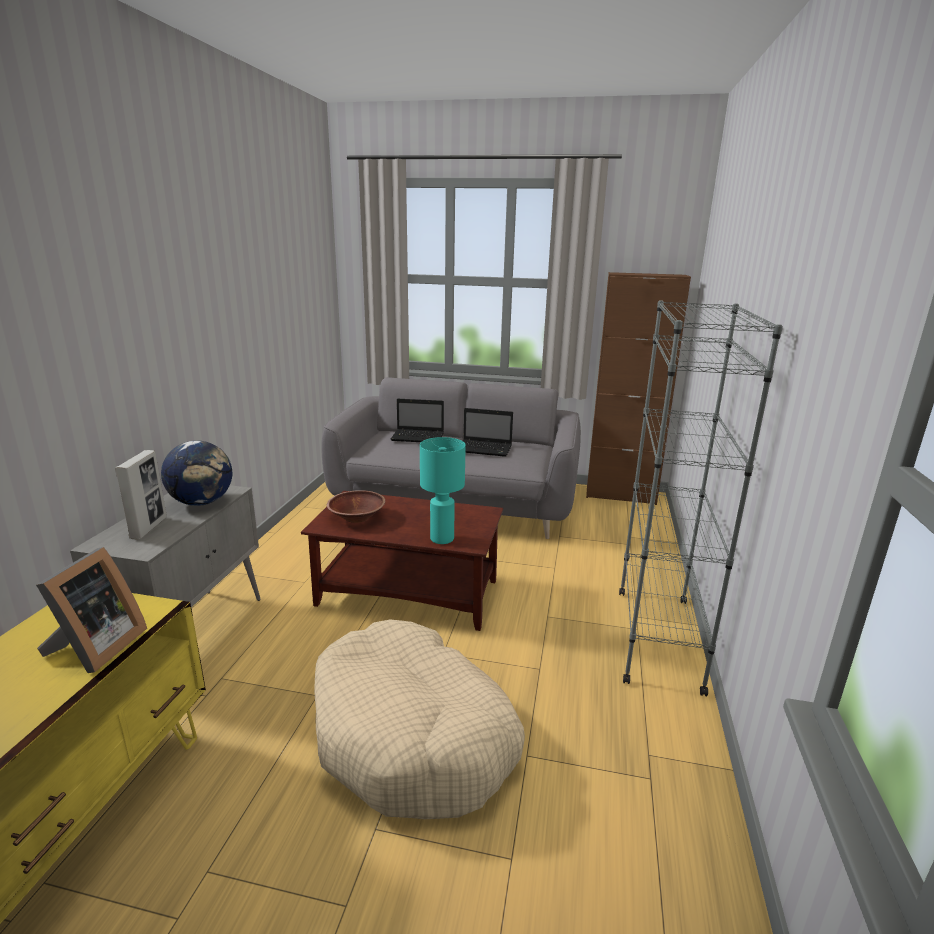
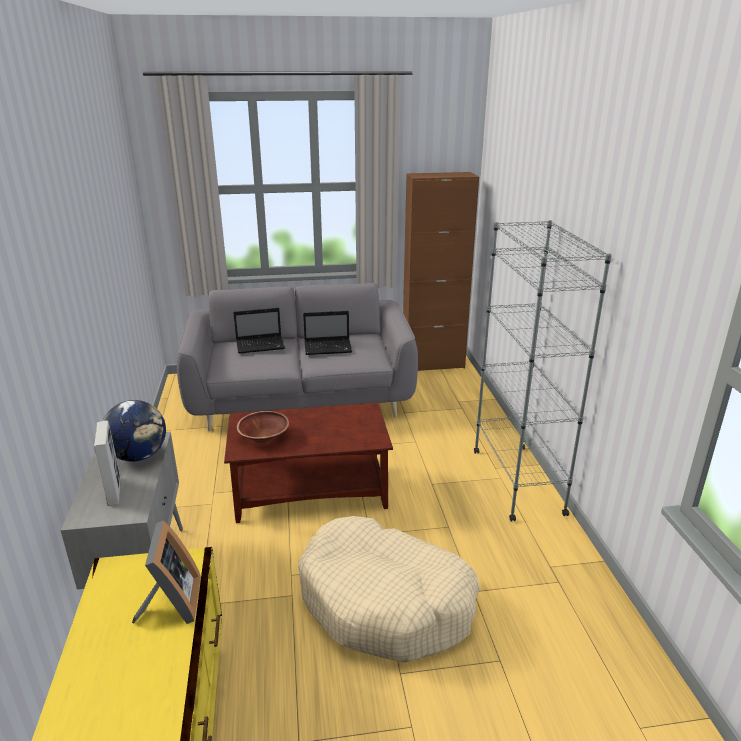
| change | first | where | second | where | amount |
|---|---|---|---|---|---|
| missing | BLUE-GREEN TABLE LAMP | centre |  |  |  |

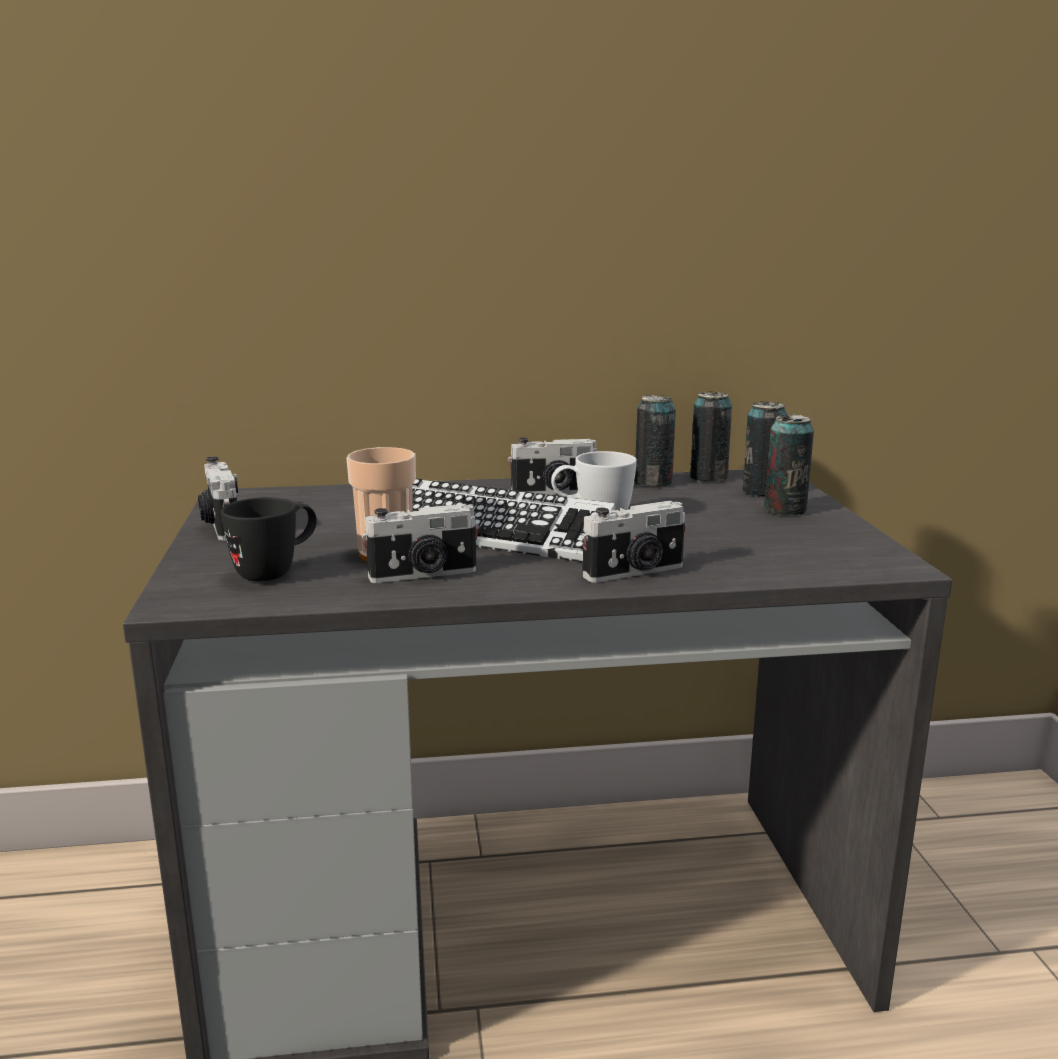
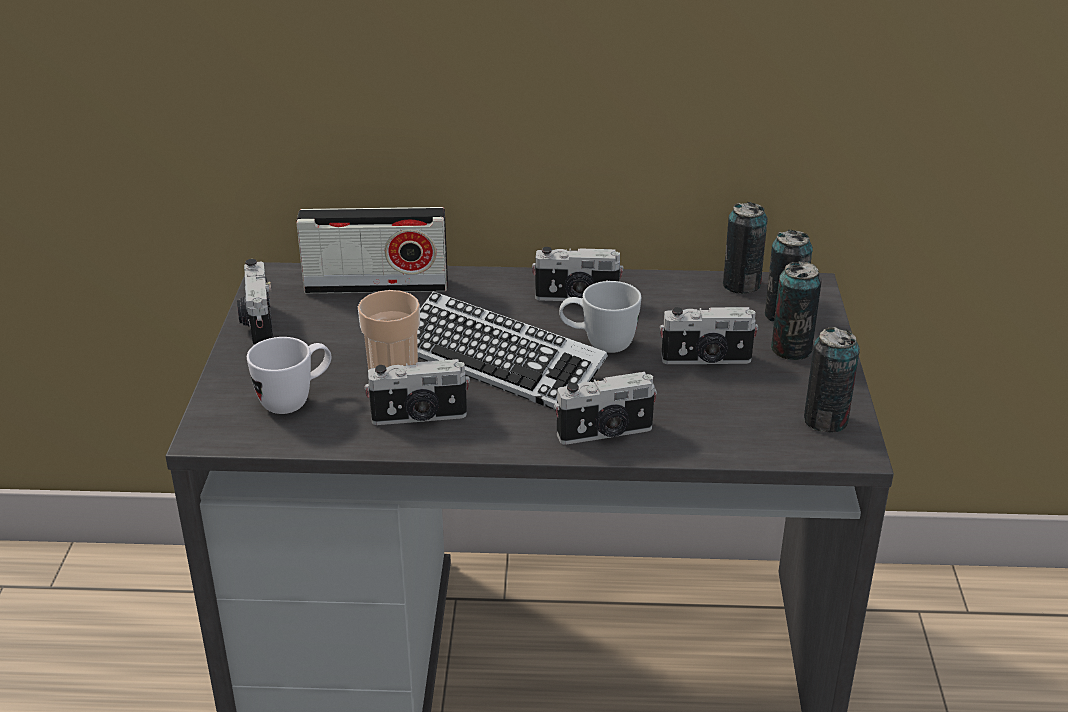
| change | first | where | second | where | amount |
|---|---|---|---|---|---|
| relocated | SEALED CAN (no. 1 from left in the first image) | centre | SEALED CAN (no. 4 from left) | middle right |  |
| colour | BLACK-COLOURED MUG | middle left | WHITE-COLOURED MUG (no. 1 from left) | middle left |  |
| appeared |  |  | RADIO RECEIVER | centre |  |
| appeared |  |  | PHOTO CAMERA (no. 5 from left) | centre |  |

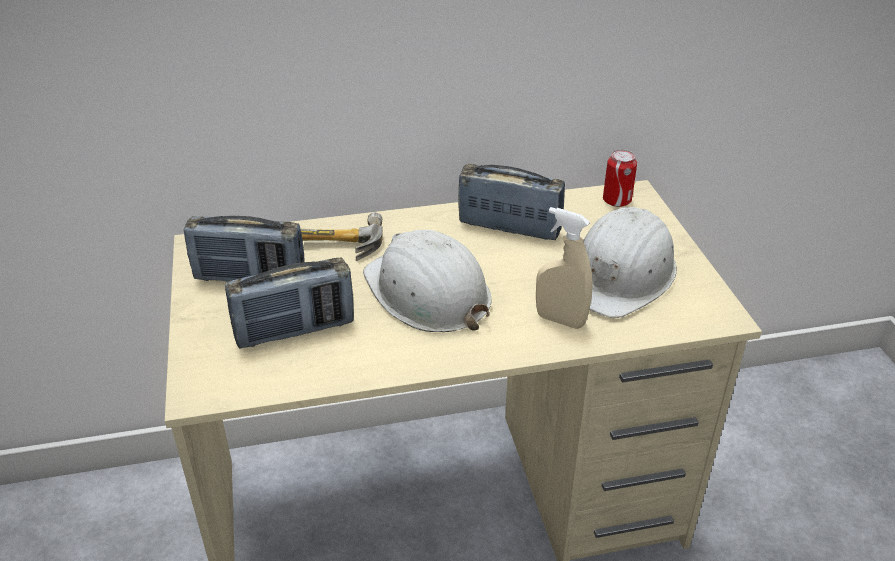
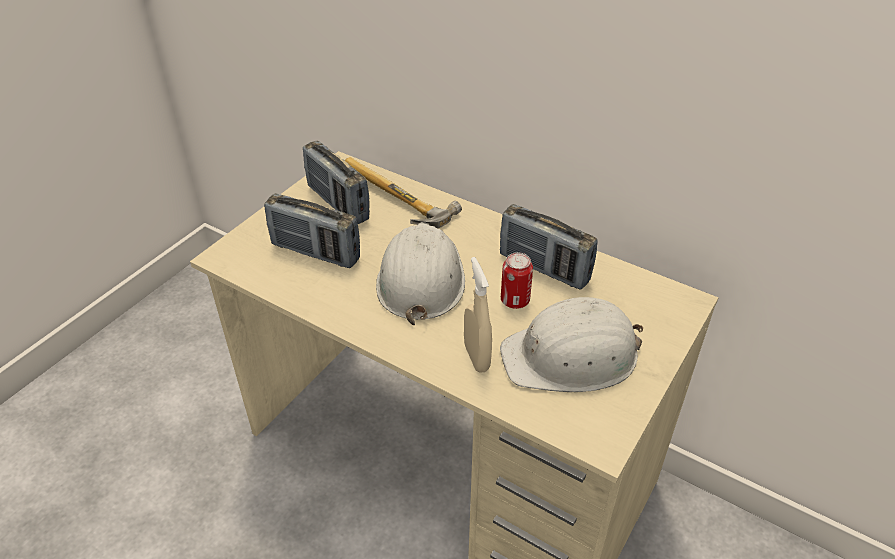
| change | first | where | second | where | amount |
|---|---|---|---|---|---|
| relocated | SEALED CAN | top right |  | centre |  |
| spun | RADIO RECEIVER (no. 3 from left) | centre |  | centre | 150 degrees clockwise |

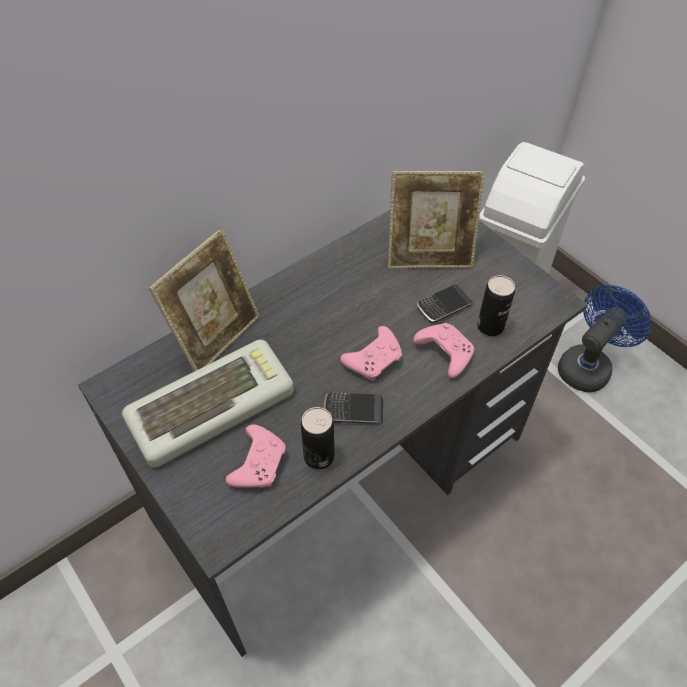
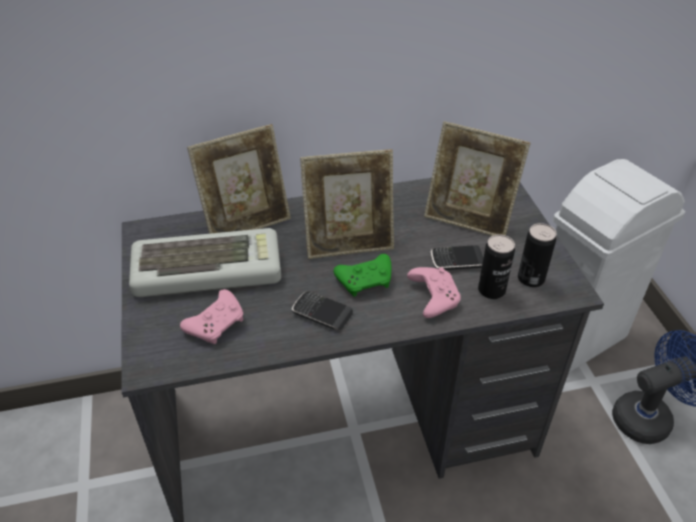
| change | first | where | second | where | amount |
|---|---|---|---|---|---|
| colour | PINK GAMEPAD (no. 2 from left) | centre | GREEN-COLOURED GAMEPAD | centre |  |
| relocated | SEALED CAN (no. 1 from left in the first image) | centre | SEALED CAN (no. 2 from left) | middle right |  |
| appeared |  |  | PHOTO FRAME (no. 2 from left) | centre |  |

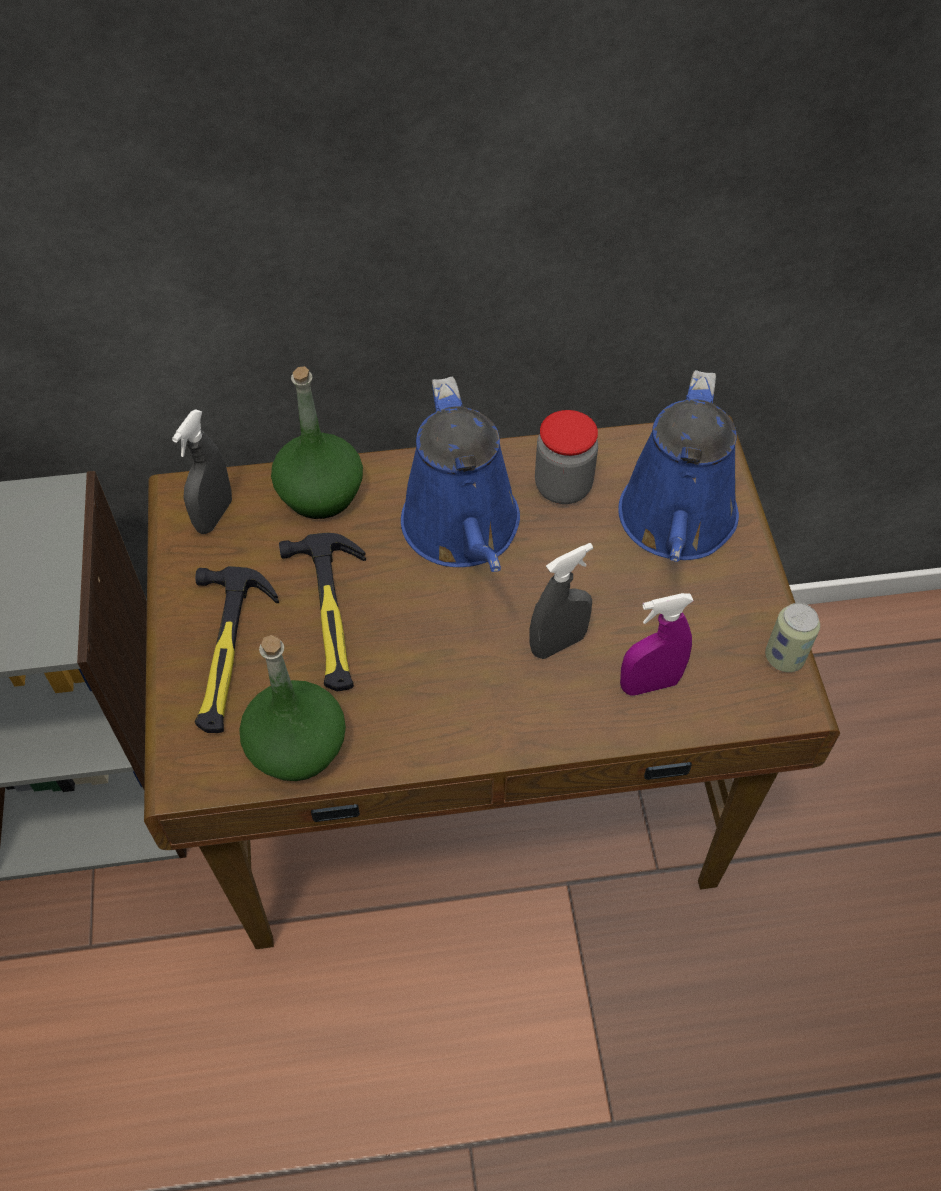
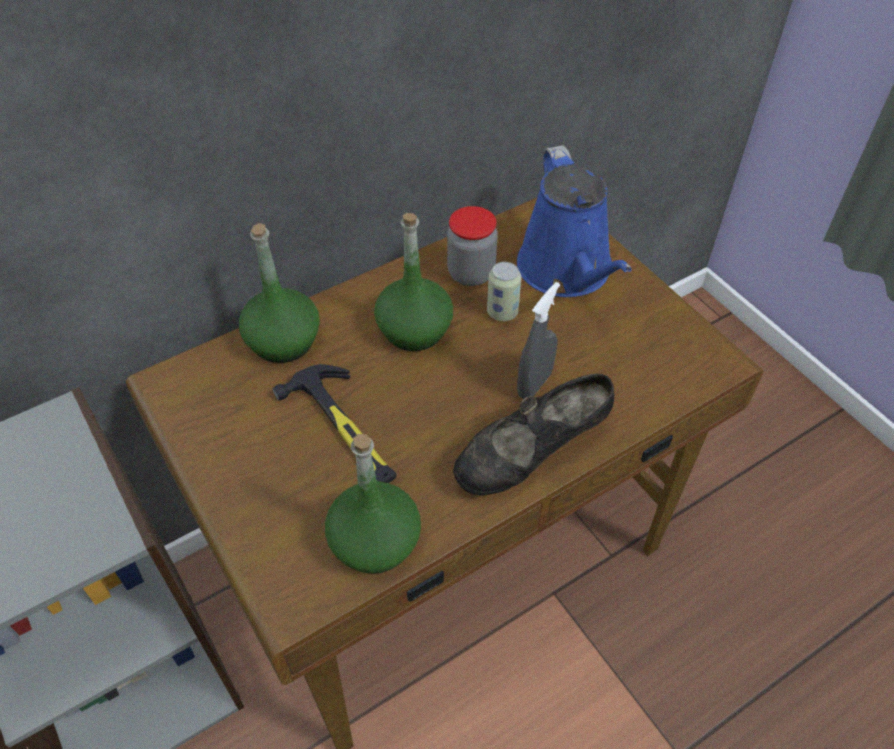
| change | first | where | second | where | amount |
|---|---|---|---|---|---|
| exchanged | BLUISH WATERING CAN (no. 1 from left) | centre | GREEN-COLOURED DRINK BOTTLE (no. 3 from left) | centre |  |
| missing | GRAY HAND SPRAYER (no. 1 from left) | middle left |  |  |  |
| missing | HAMMER (no. 1 from left) | middle left |  |  |  |
| missing | PURPLISH HAND SPRAYER | middle right |  |  |  |
| relocated | SEALED CAN | middle right |  | centre |  |
| appeared |  |  | BLACK-COLOURED LOW SHOE | centre |  |

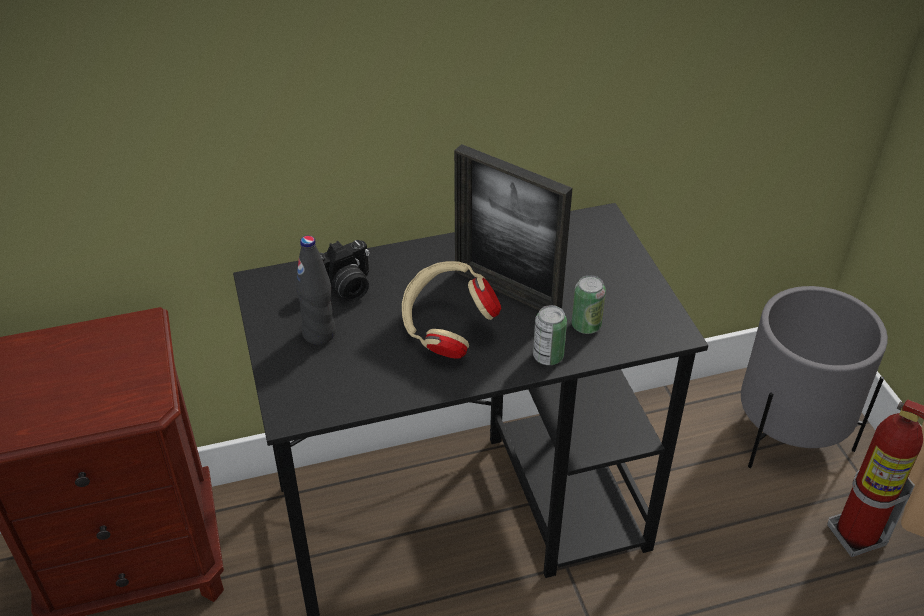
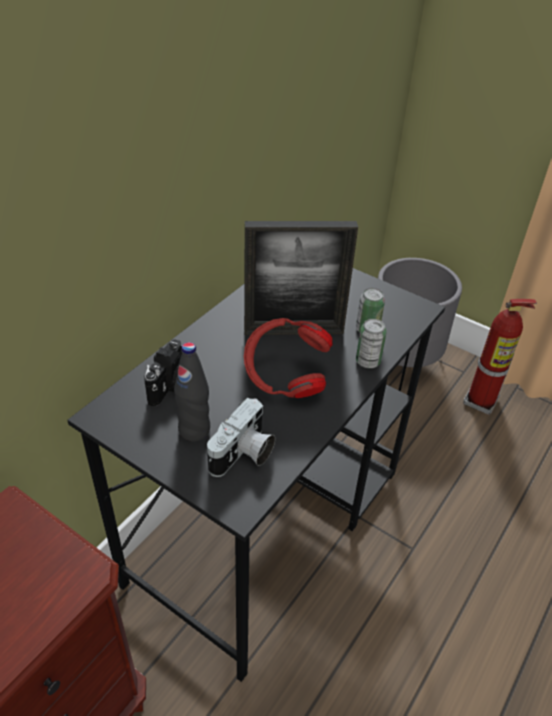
| change | first | where | second | where | amount |
|---|---|---|---|---|---|
| colour | BEIGE PAIR OF HEADPHONES | centre | RED-COLOURED PAIR OF HEADPHONES | centre |  |
| appeared |  |  | PHOTO CAMERA (no. 2 from left) | centre |  |

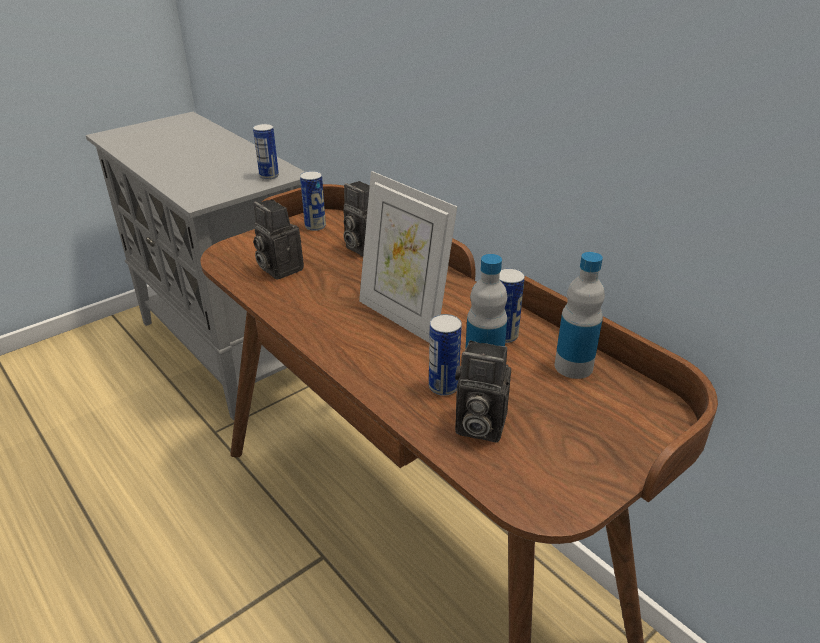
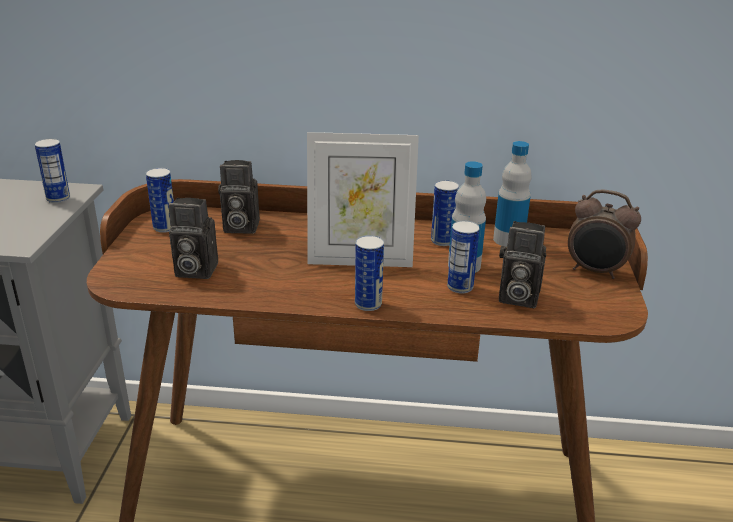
| change | first | where | second | where | amount |
|---|---|---|---|---|---|
| spun | PHOTO CAMERA (no. 3 from left) | centre |  | middle right | 45 degrees clockwise |
| appeared |  |  | BEDSIDE CLOCK | middle right |  |
| appeared |  |  | SEALED CAN (no. 3 from left) | centre |  |

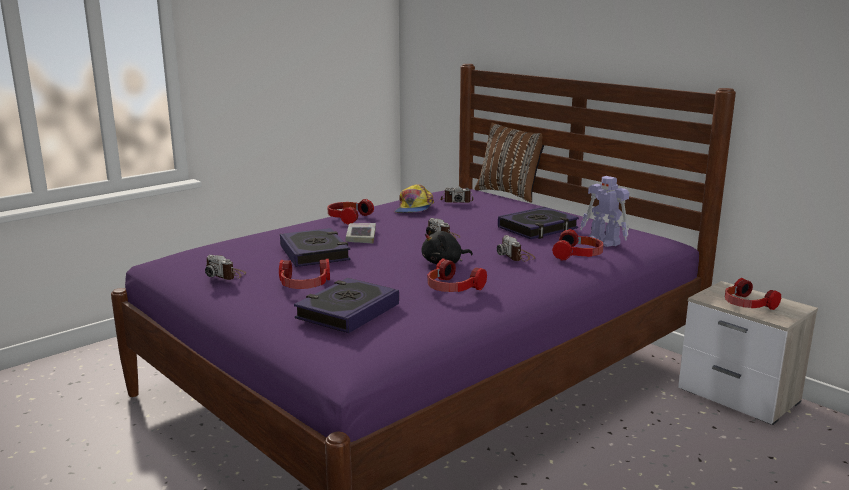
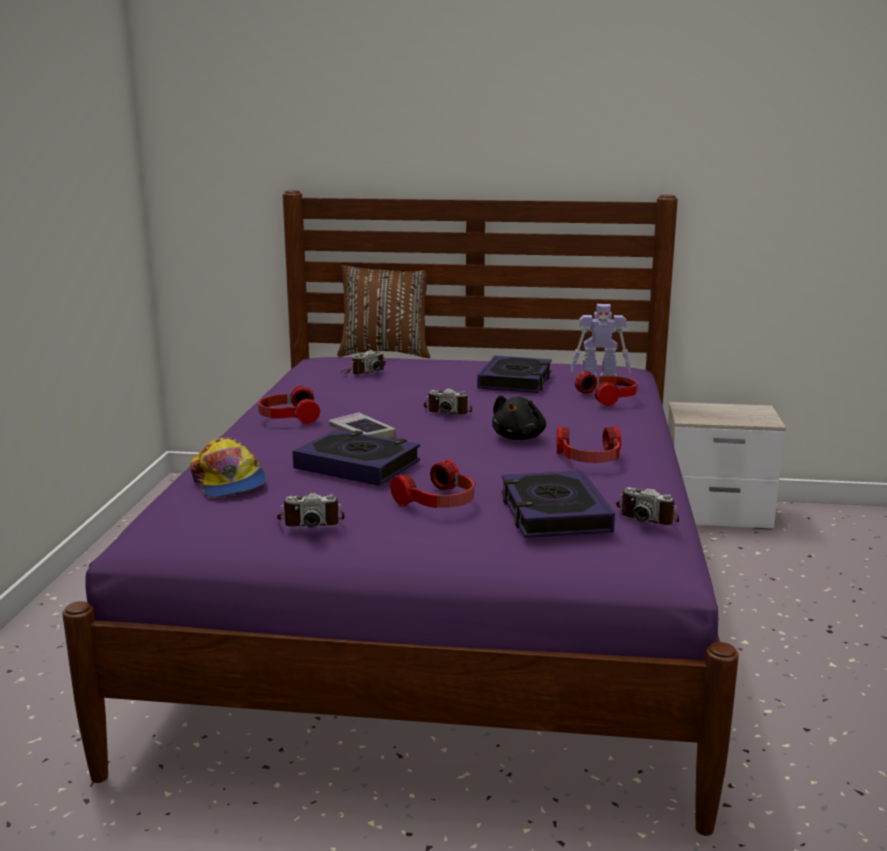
| change | first | where | second | where | amount |
|---|---|---|---|---|---|
| relocated | PEAKED CAP | centre |  | middle left |  |
| relocated | PHOTO CAMERA (no. 4 from left) | centre |  | middle right |  |
| missing | PAIR OF HEADPHONES (no. 5 from left) | middle right |  |  |  |

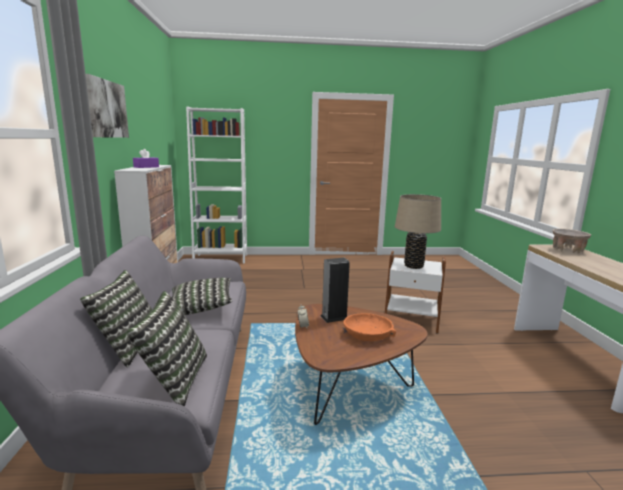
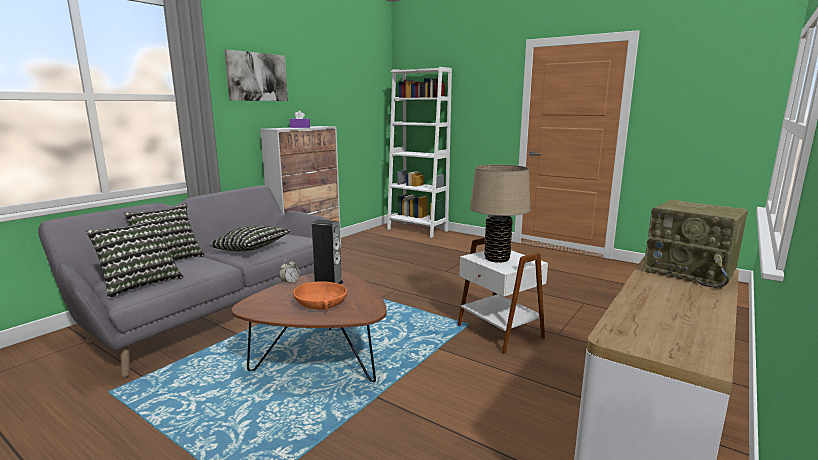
| change | first | where | second | where | amount |
|---|---|---|---|---|---|
| exchanged | BEIGE BOWL | middle right | RADIO RECEIVER | middle right |  |

